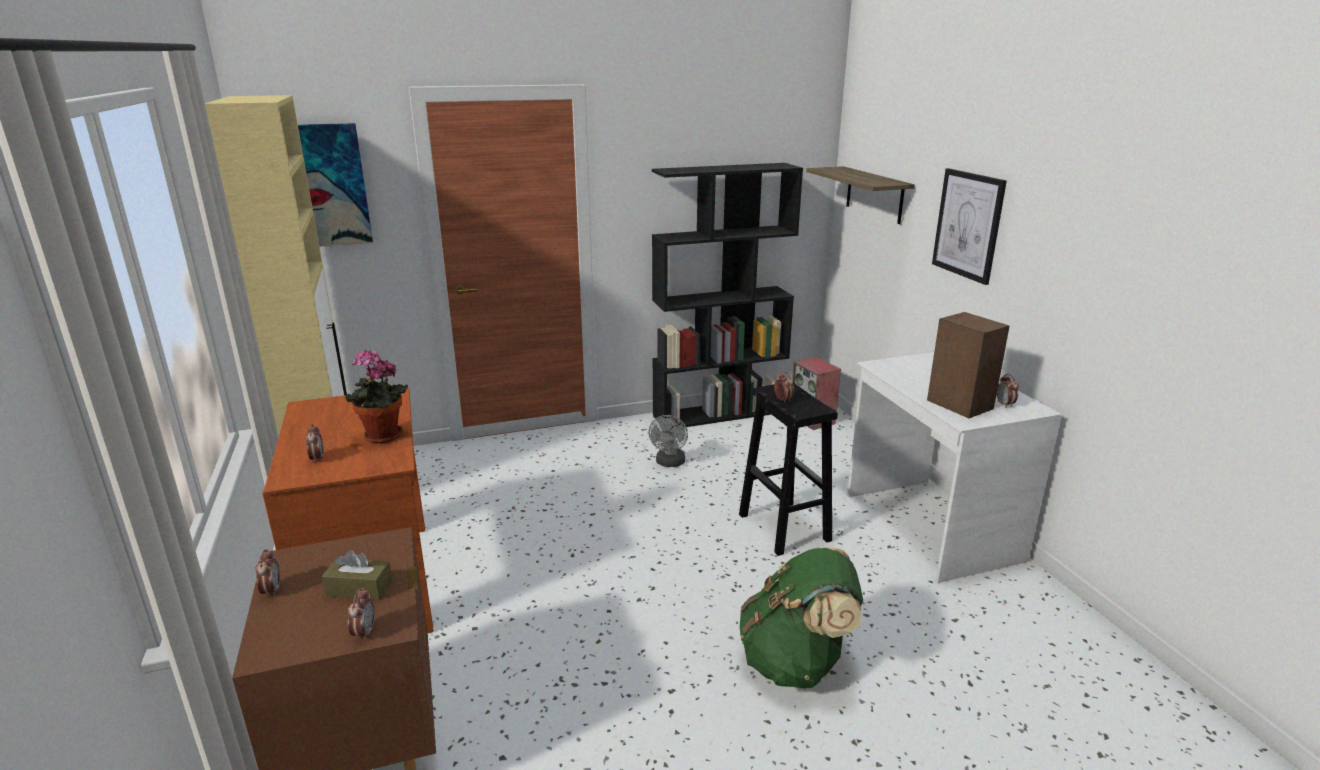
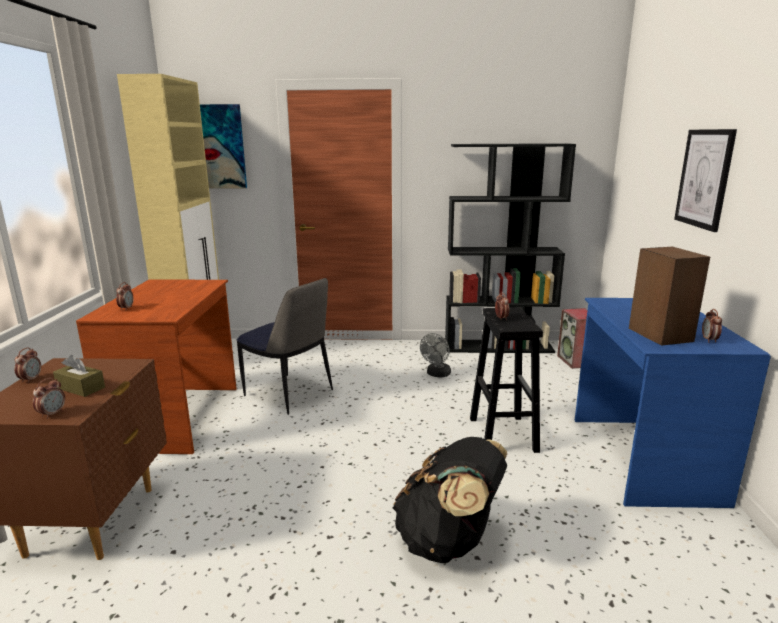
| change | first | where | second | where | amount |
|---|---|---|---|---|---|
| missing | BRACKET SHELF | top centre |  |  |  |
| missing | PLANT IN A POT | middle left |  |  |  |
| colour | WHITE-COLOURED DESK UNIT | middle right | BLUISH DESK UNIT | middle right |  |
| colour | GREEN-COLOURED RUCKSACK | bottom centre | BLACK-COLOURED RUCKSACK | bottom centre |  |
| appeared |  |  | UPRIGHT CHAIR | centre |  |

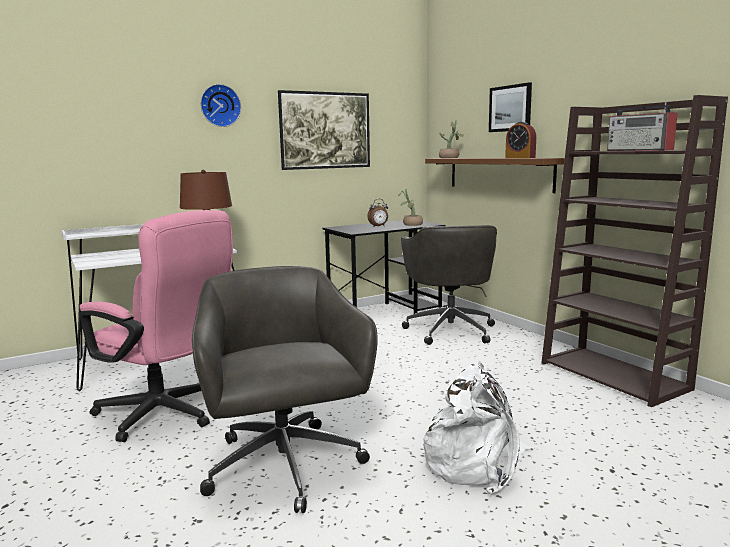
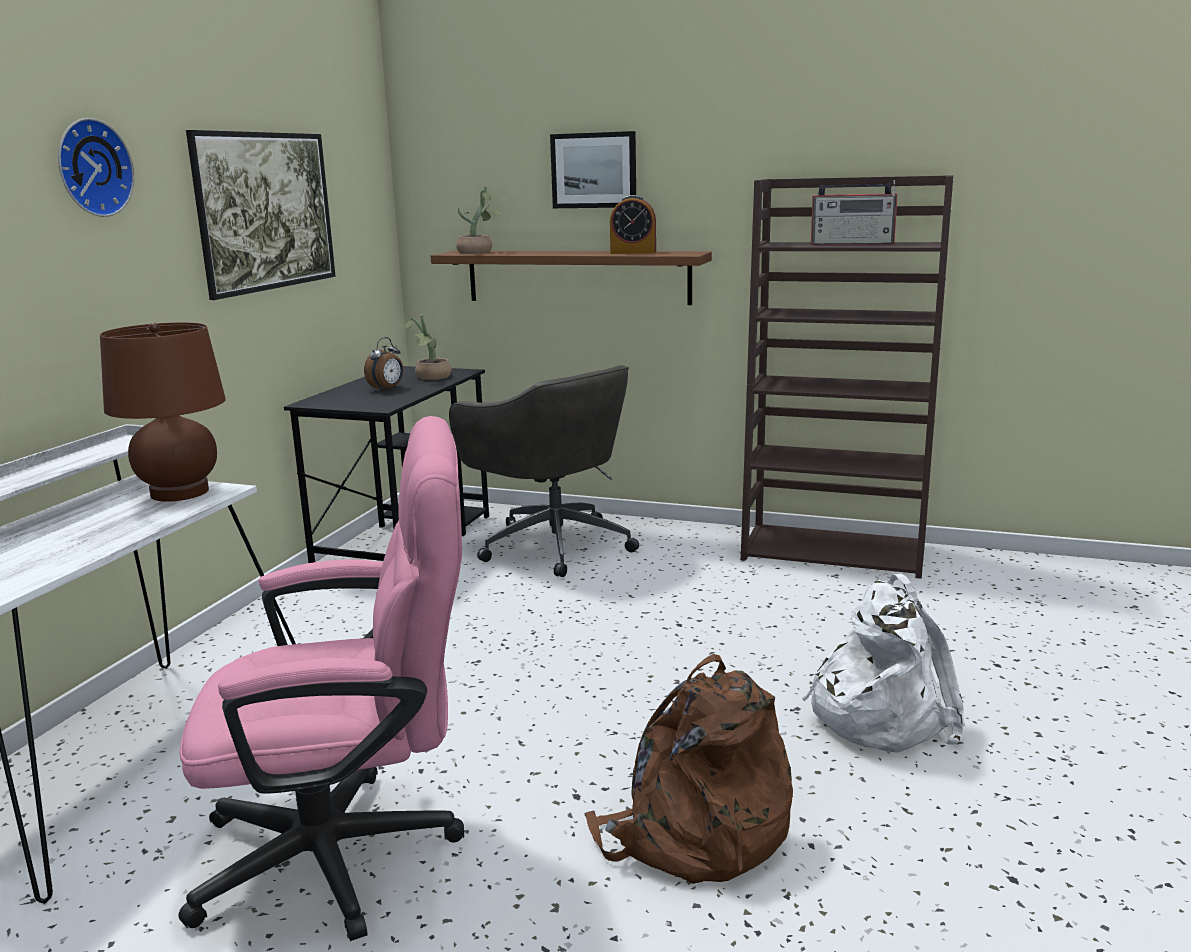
| change | first | where | second | where | amount |
|---|---|---|---|---|---|
| exchanged | GRAY DESK CHAIR (no. 1 from left) | bottom centre | BROWN-COLOURED RUCKSACK | bottom centre |  |

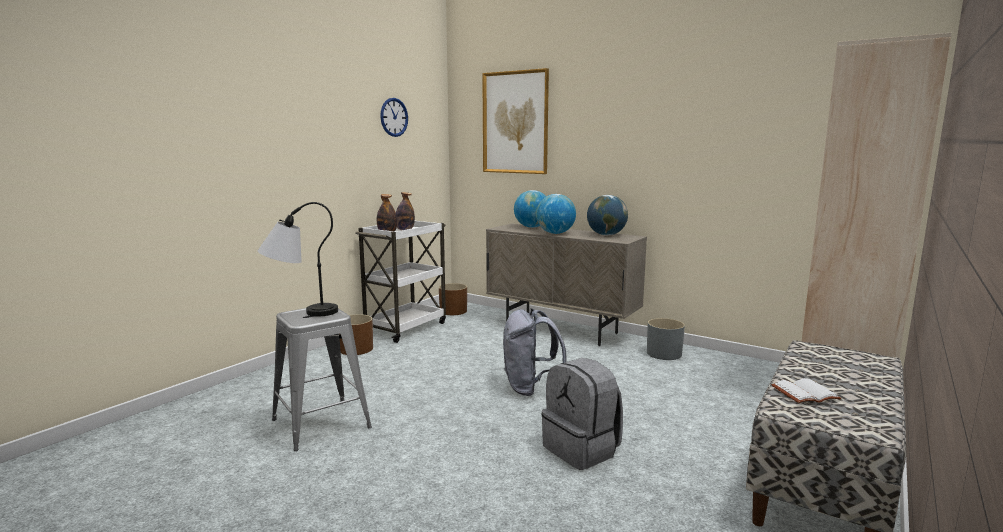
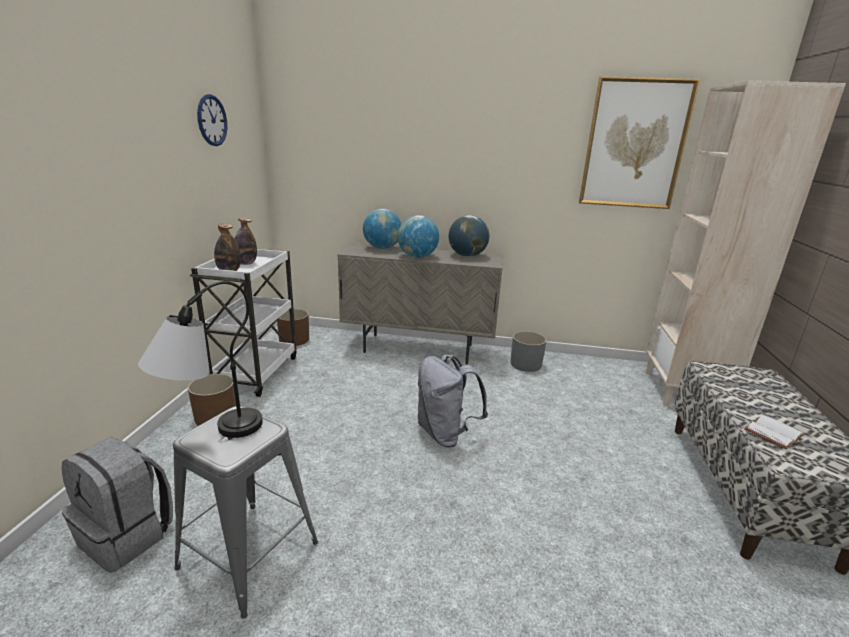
| change | first | where | second | where | amount |
|---|---|---|---|---|---|
| relocated | WALL PICTURE | top centre |  | top right |  |
| relocated | GRAY RUCKSACK (no. 2 from left in the first image) | bottom centre | GRAY RUCKSACK (no. 1 from left) | bottom left |  |

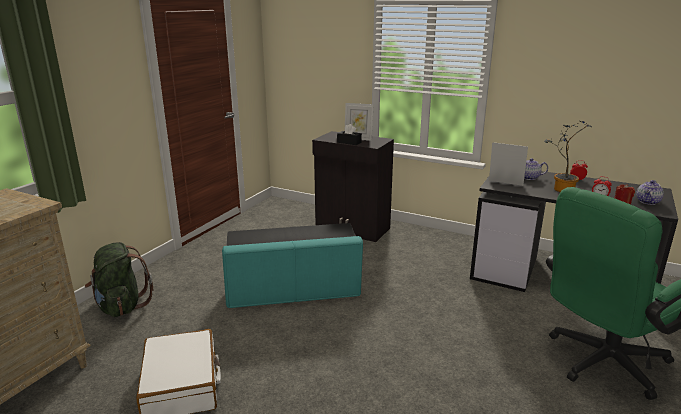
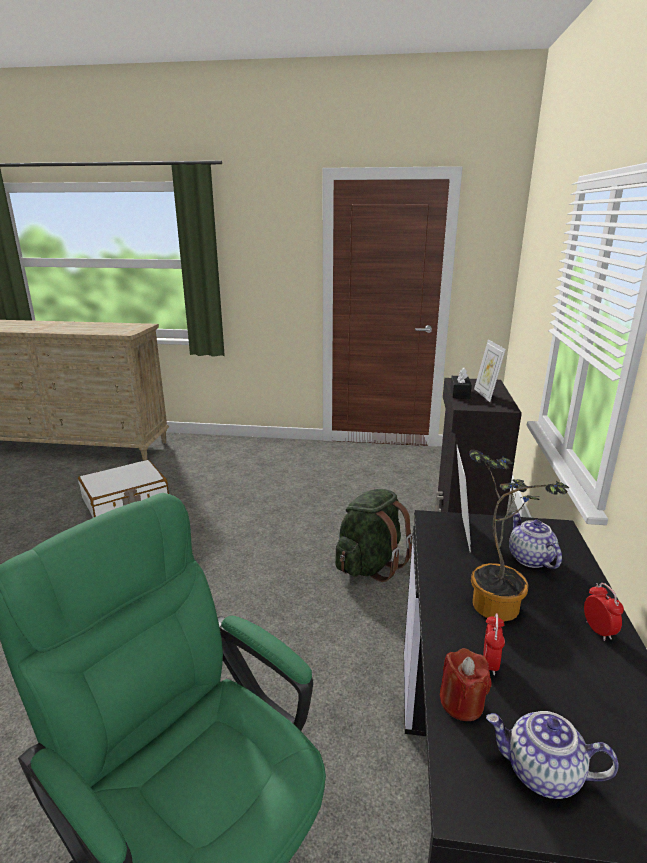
| change | first | where | second | where | amount |
|---|---|---|---|---|---|
| missing | BLUE-GREEN FOOTREST | centre |  |  |  |
| relocated | GREEN-COLOURED RUCKSACK | bottom left |  | centre |  |

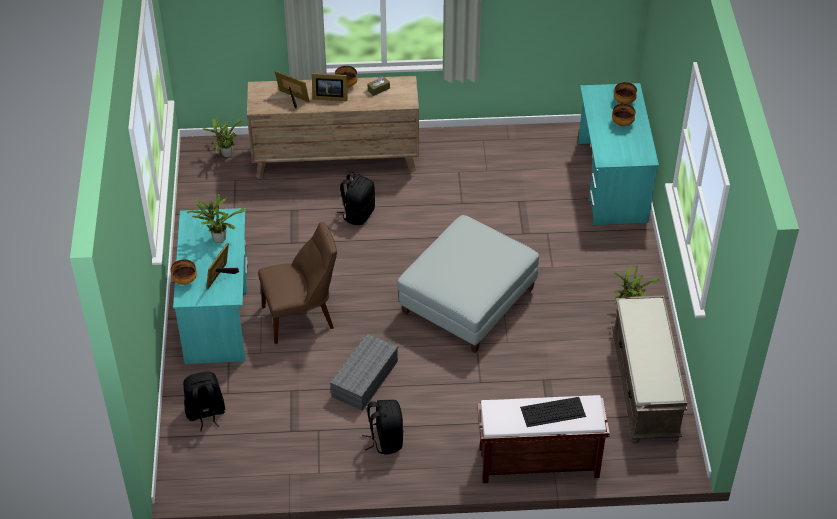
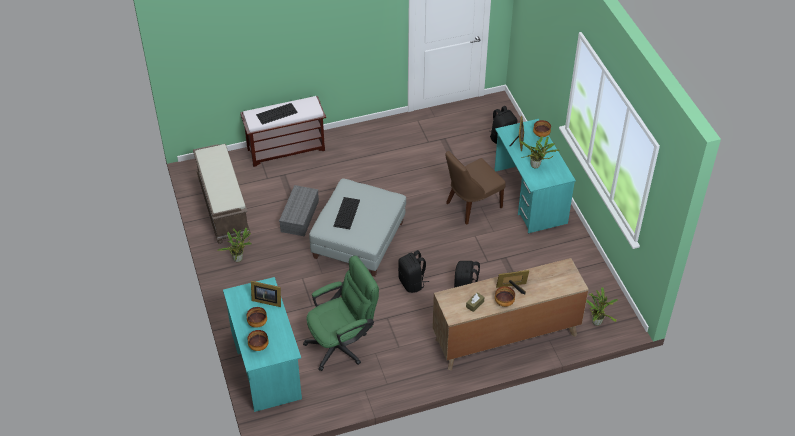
| change | first | where | second | where | amount |
|---|---|---|---|---|---|
| relocated | PHOTO FRAME (no. 2 from left in the first image) | top centre | PHOTO FRAME (no. 1 from left) | bottom centre |  |
| relocated | GRAY STORAGE BIN | bottom centre |  | centre |  |
| relocated | BLACK-COLOURED RUCKSACK (no. 3 from left in the first image) | bottom centre | BLACK-COLOURED RUCKSACK (no. 1 from left) | centre |  |
| appeared |  |  | KEYBOARD (no. 2 from left) | centre |  |
| appeared |  |  | GREEN-COLOURED DESK CHAIR | bottom centre |  |

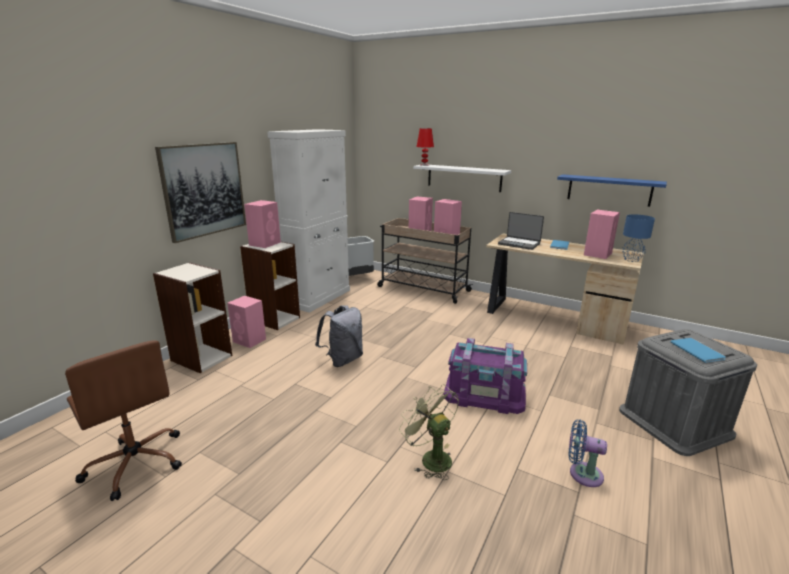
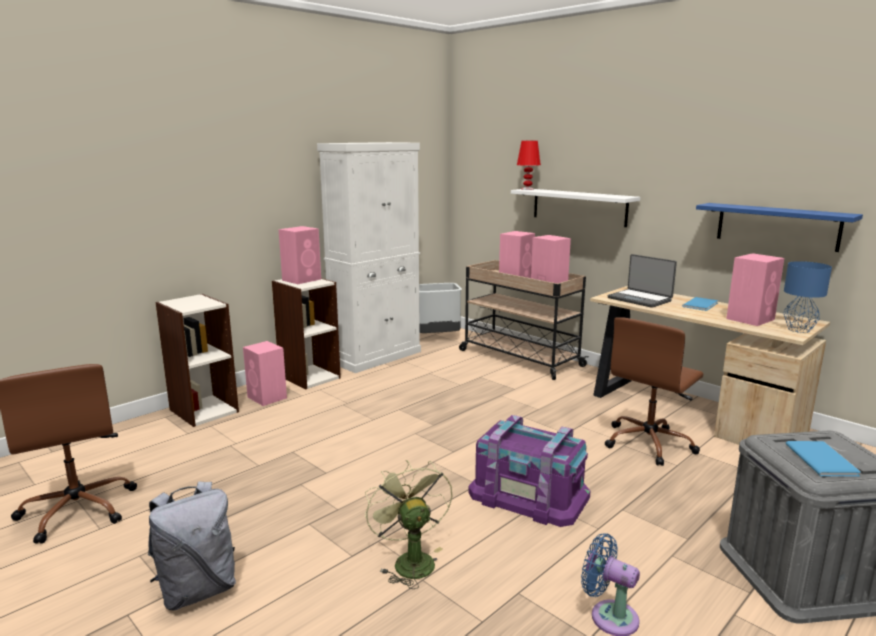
| change | first | where | second | where | amount |
|---|---|---|---|---|---|
| missing | WALL PICTURE | middle left |  |  |  |
| relocated | GRAY RUCKSACK | centre |  | bottom left |  |
| appeared |  |  | BROWN-COLOURED DESK CHAIR (no. 2 from left) | middle right |  |

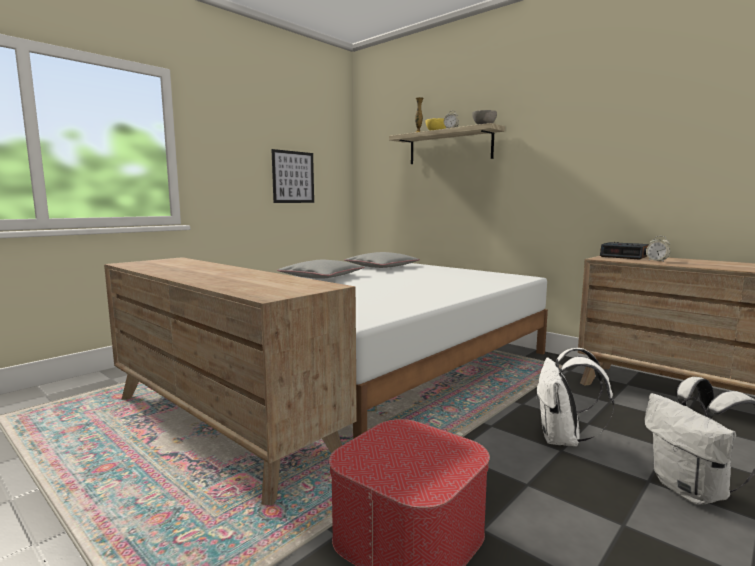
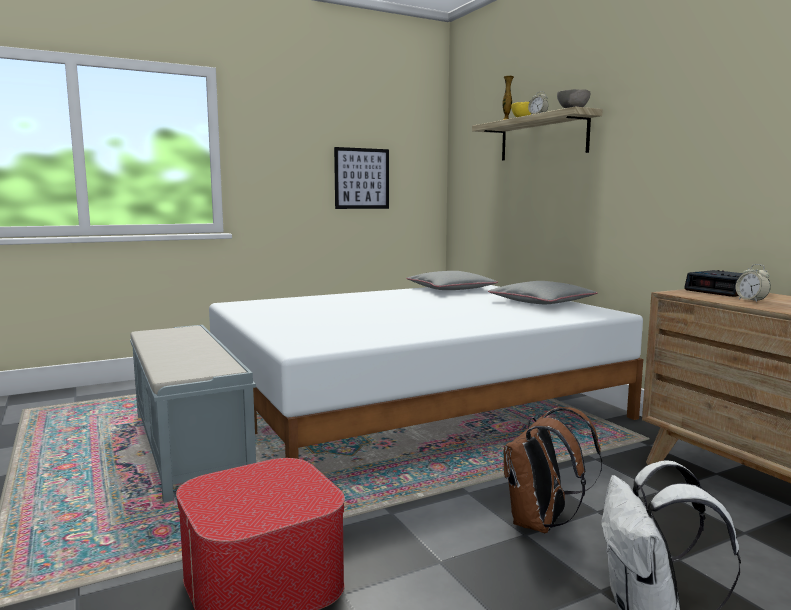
| change | first | where | second | where | amount |
|---|---|---|---|---|---|
| exchanged | BROWN-COLOURED DRESSER (no. 1 from left) | bottom left | GRAY BENCH | bottom left |  |
| relocated | GRAY PILLOW (no. 1 from left in the first image) | centre | GRAY PILLOW (no. 2 from left) | middle right |  |
| colour | WHITE-COLOURED RUCKSACK (no. 1 from left) | bottom right | BROWN-COLOURED RUCKSACK | bottom right |  |

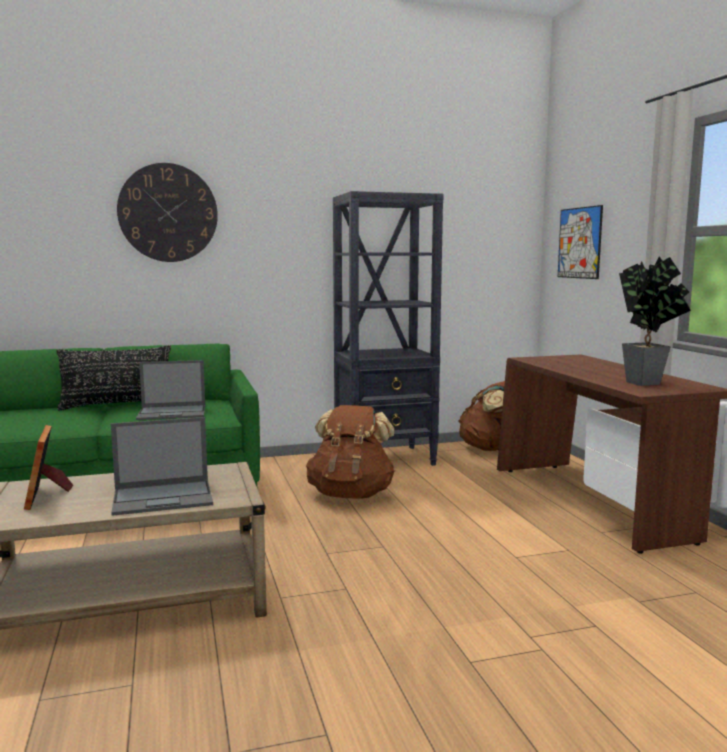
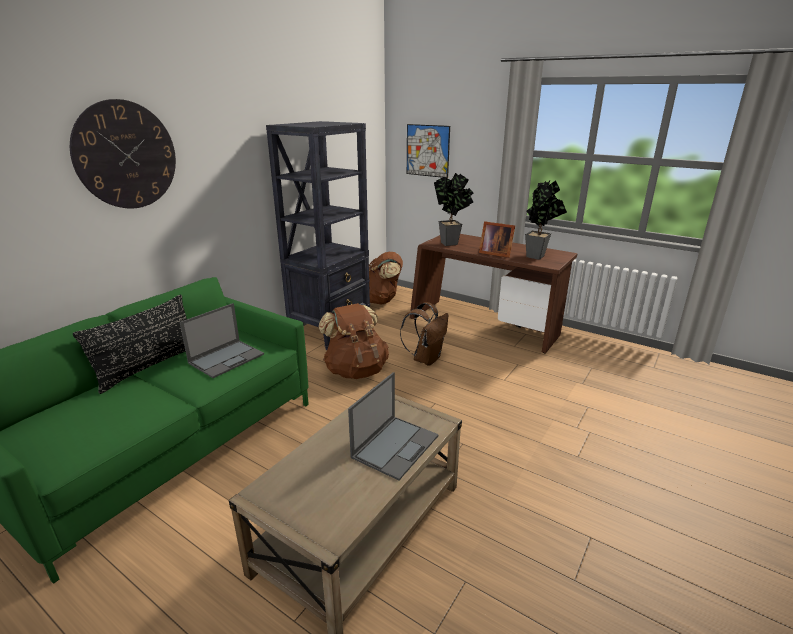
| change | first | where | second | where | amount |
|---|---|---|---|---|---|
| relocated | PHOTO FRAME | middle left |  | centre |  |
| appeared |  |  | PLANT IN A POT (no. 1 from left) | top centre |  |
| appeared |  |  | BROWN-COLOURED RUCKSACK (no. 3 from left) | centre |  |

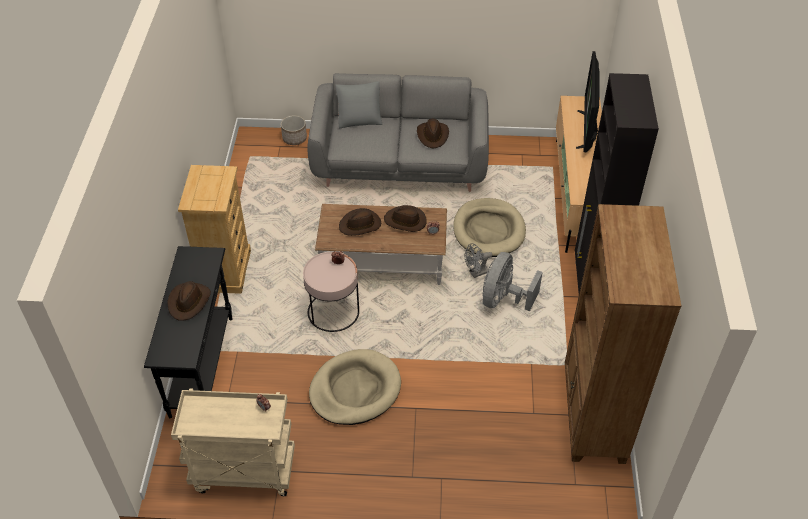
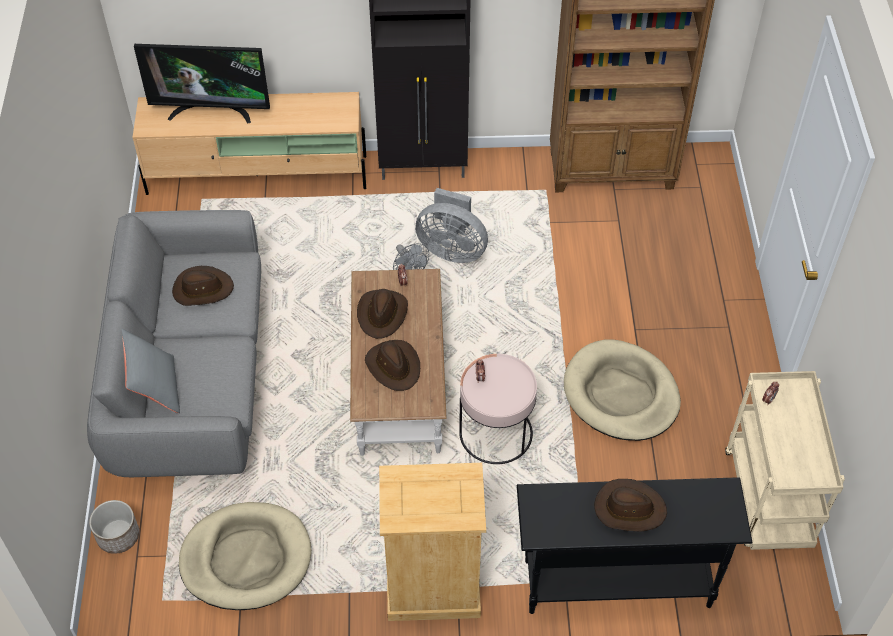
| change | first | where | second | where | amount |
|---|---|---|---|---|---|
| relocated | BEIGE PET BED (no. 2 from left in the first image) | centre | BEIGE PET BED (no. 1 from left) | bottom left |  |

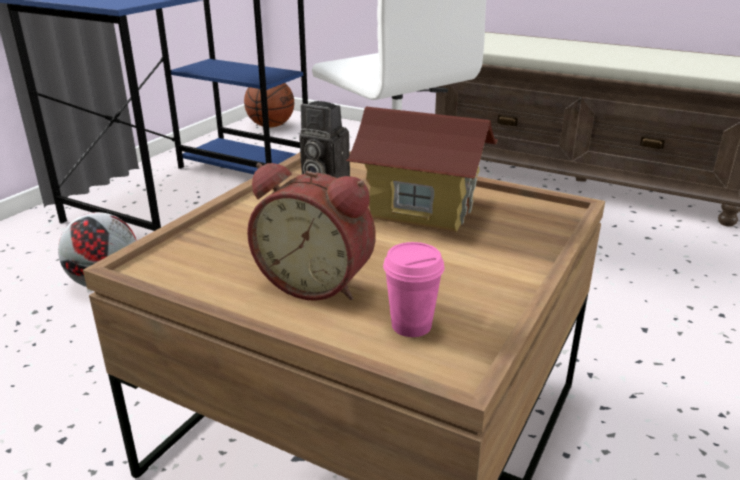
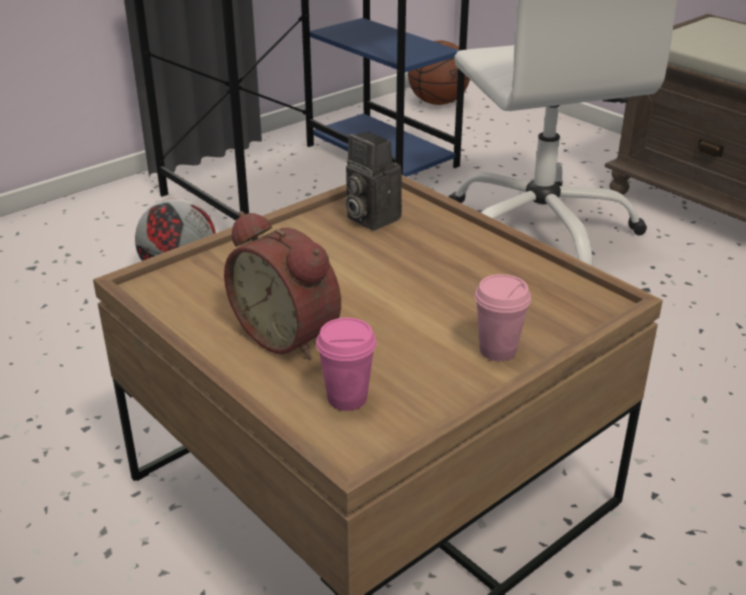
| change | first | where | second | where | amount |
|---|---|---|---|---|---|
| missing | MODEL HOUSE | centre |  |  |  |
| appeared |  |  | PINK DRINKING CUP (no. 2 from left) | middle right |  |

